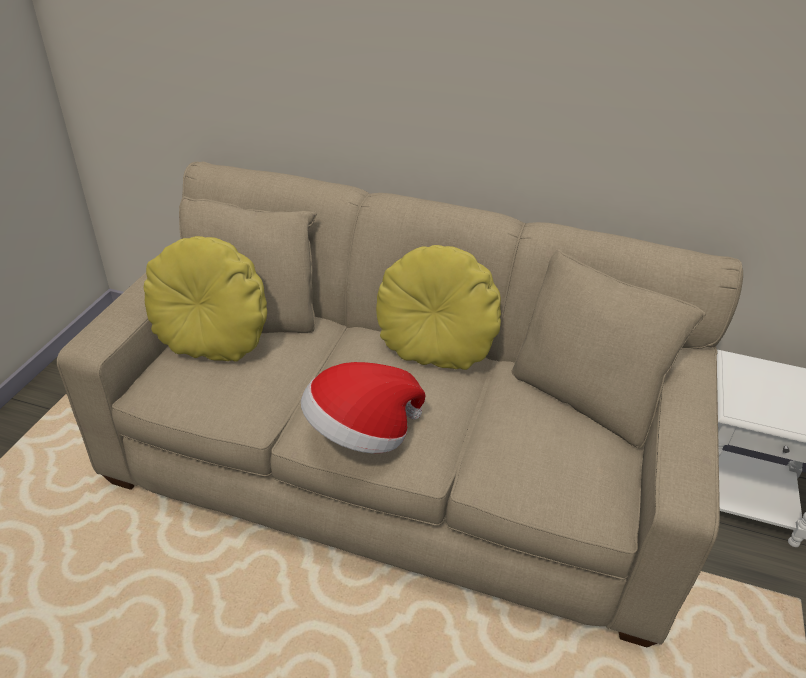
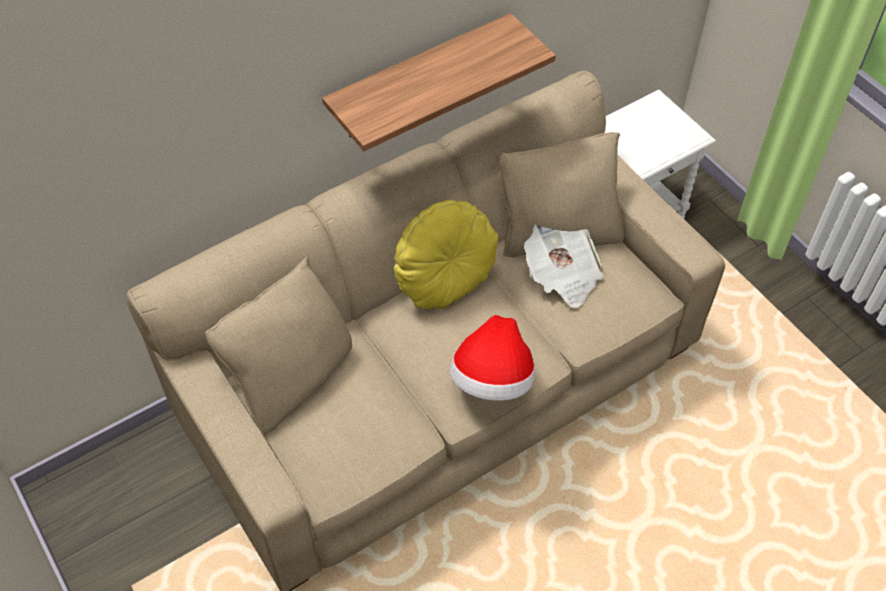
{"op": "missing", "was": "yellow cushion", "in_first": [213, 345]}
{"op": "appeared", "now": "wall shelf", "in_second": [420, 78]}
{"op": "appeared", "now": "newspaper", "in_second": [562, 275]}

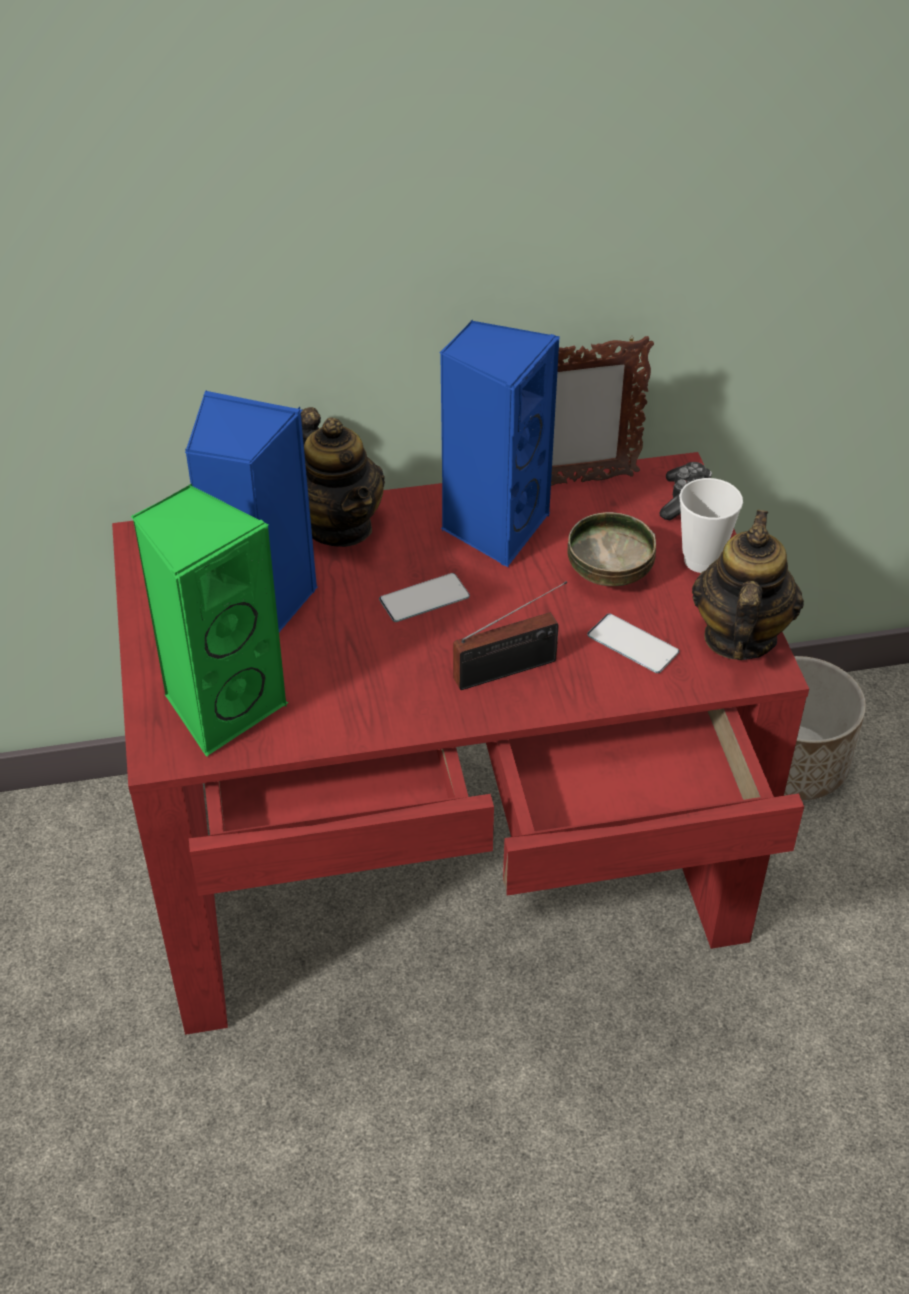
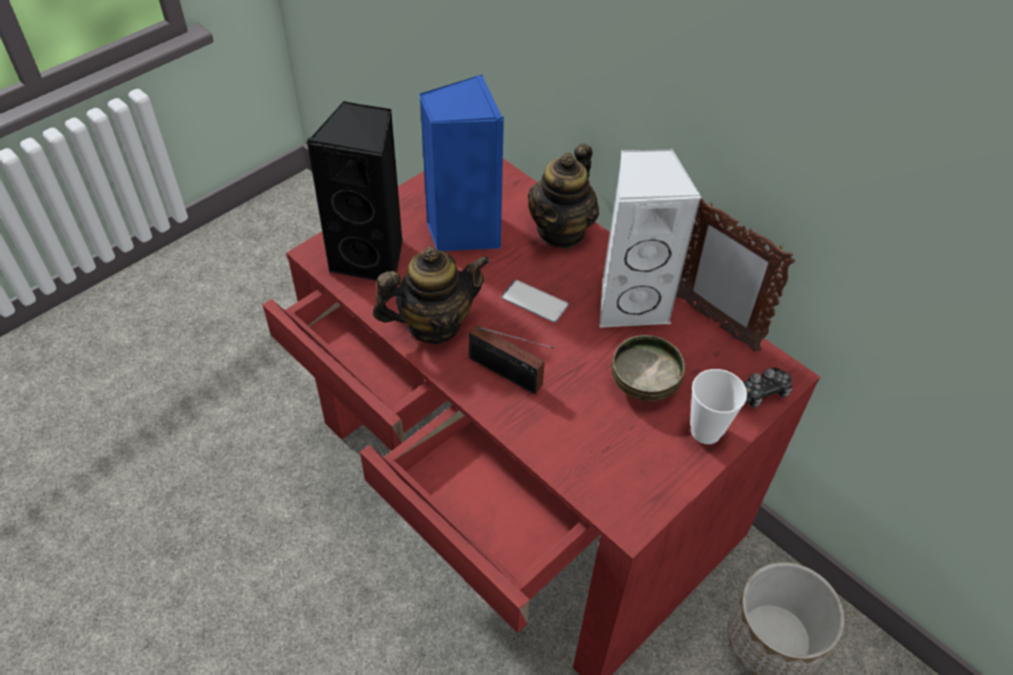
{"op": "missing", "was": "phone", "in_first": [632, 644]}
{"op": "relocated", "was": "teapot", "in_first": [739, 637], "in_second": [433, 324]}
{"op": "colour", "was": "green-coloured audio speaker", "now": "blackish audio speaker", "in_first": [221, 705], "in_second": [372, 257]}
{"op": "colour", "was": "blue-coloured audio speaker", "now": "white-coloured audio speaker", "in_first": [493, 527], "in_second": [630, 302]}

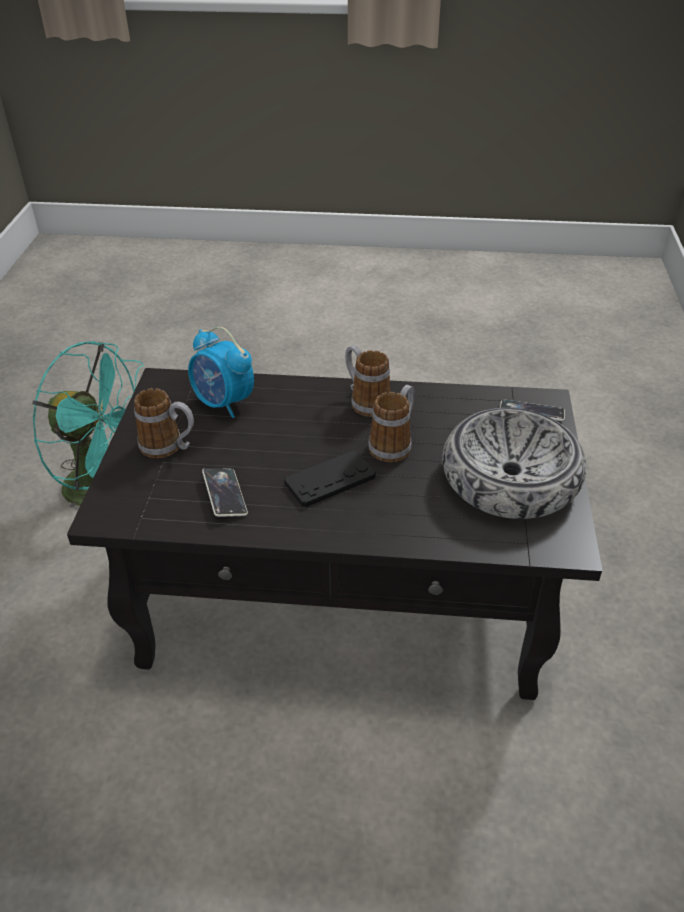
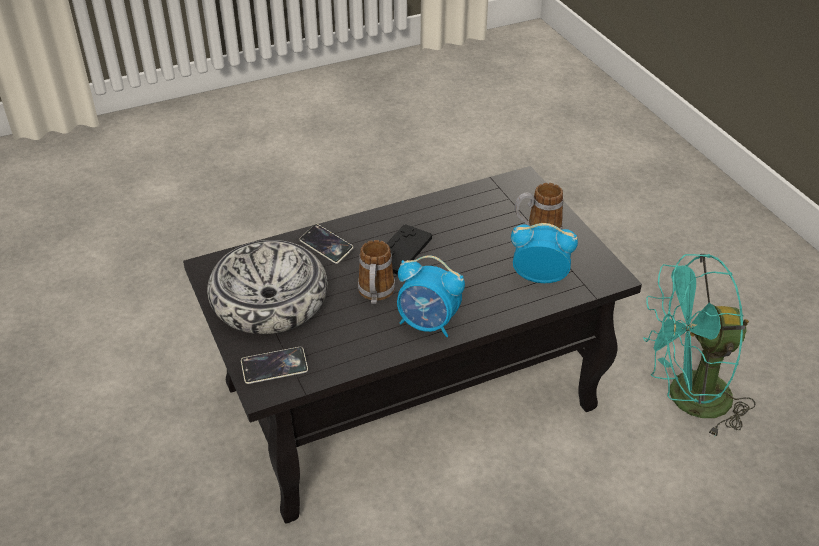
{"op": "relocated", "was": "phone", "in_first": [225, 495], "in_second": [326, 246]}
{"op": "exchanged", "was": "tea mug", "now": "bedside clock", "in_first": [365, 401], "in_second": [428, 324]}

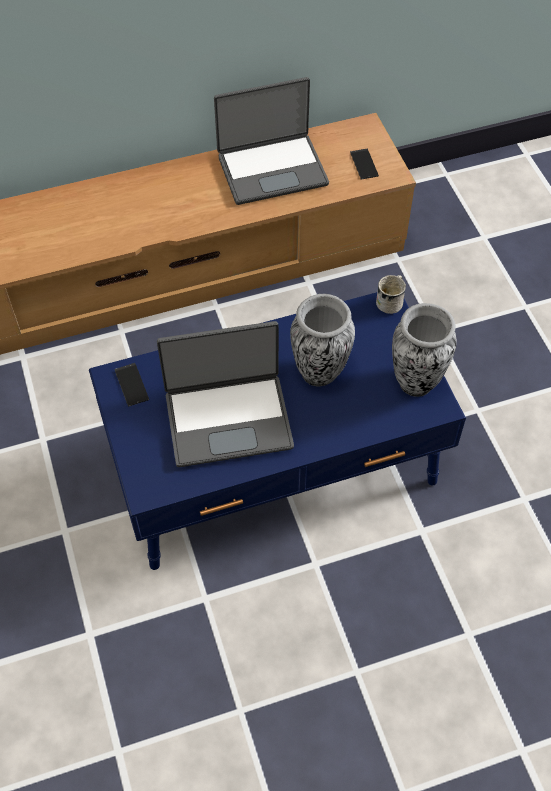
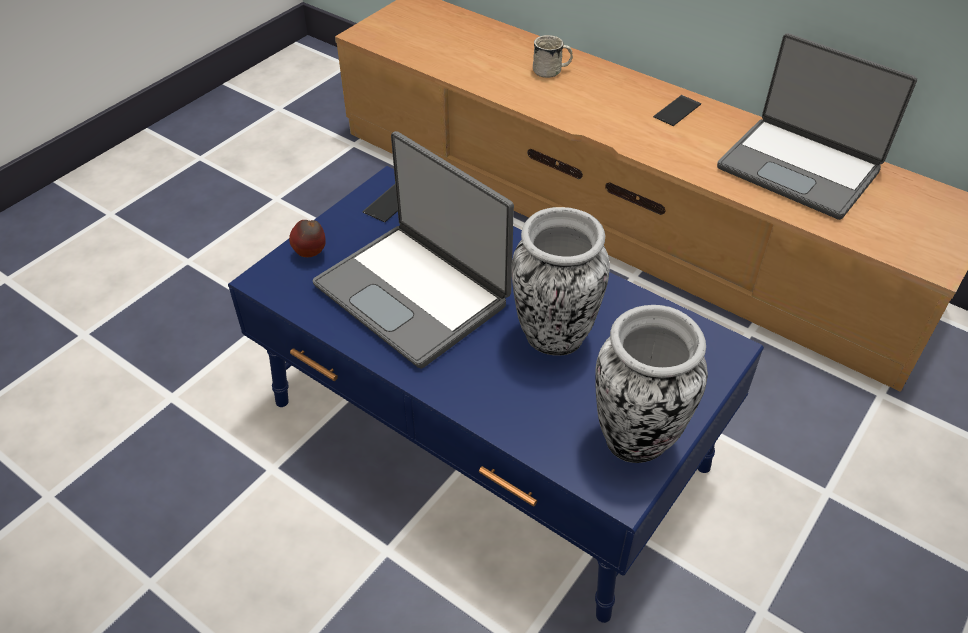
{"op": "appeared", "now": "apple", "in_second": [311, 254]}
{"op": "relocated", "was": "phone", "in_first": [364, 164], "in_second": [677, 111]}
{"op": "relocated", "was": "white-coloured tea mug", "in_first": [391, 301], "in_second": [552, 71]}

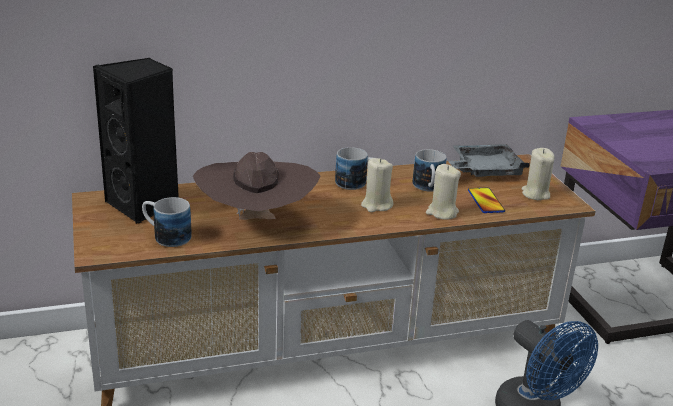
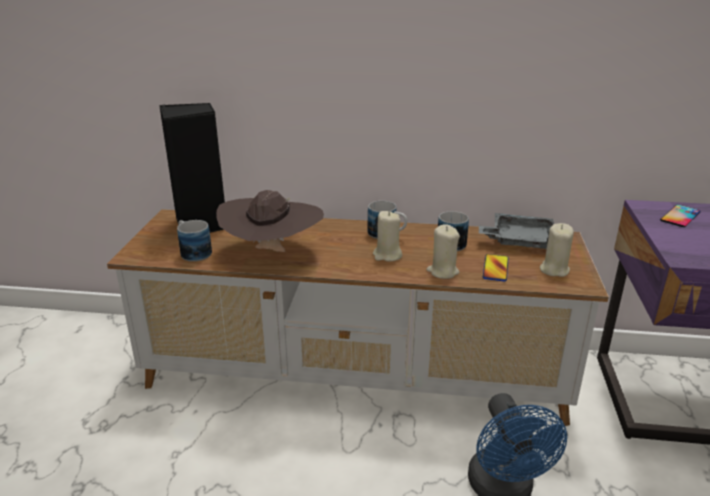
{"op": "appeared", "now": "phone", "in_second": [680, 216]}

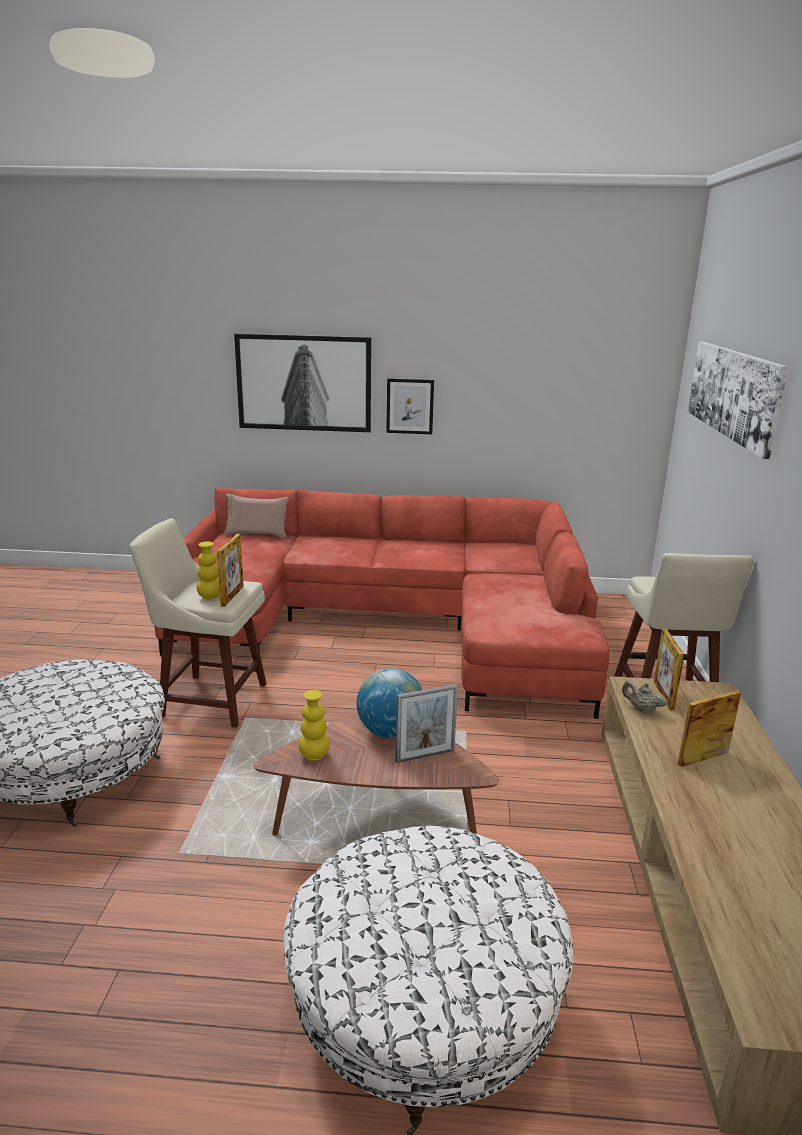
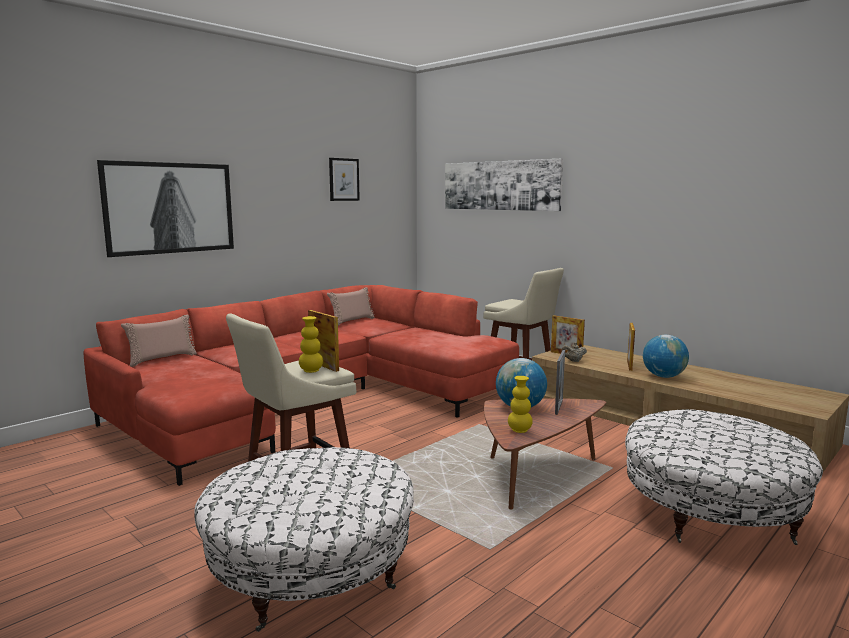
{"op": "appeared", "now": "beige-coloured cushion", "in_second": [352, 321]}
{"op": "appeared", "now": "desk globe", "in_second": [663, 376]}
{"op": "relocated", "was": "picture", "in_first": [410, 406], "in_second": [344, 179]}

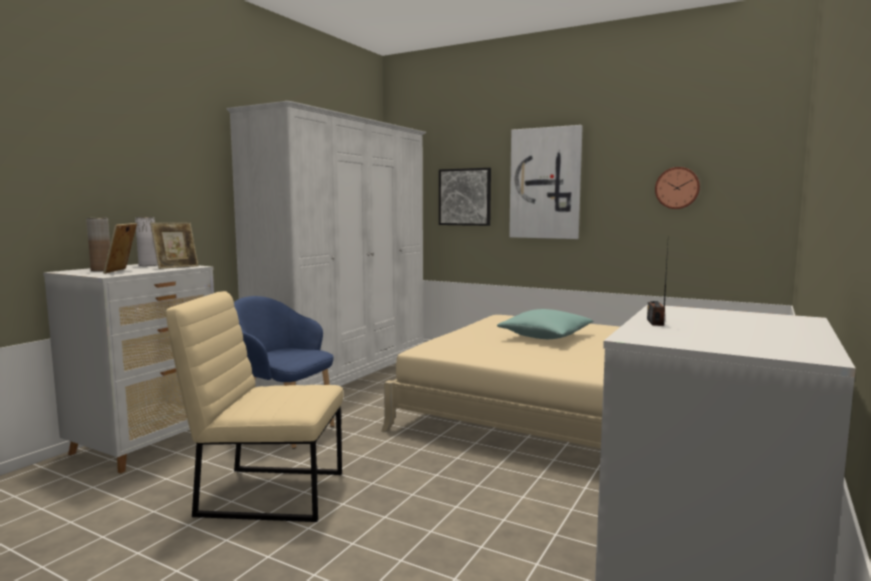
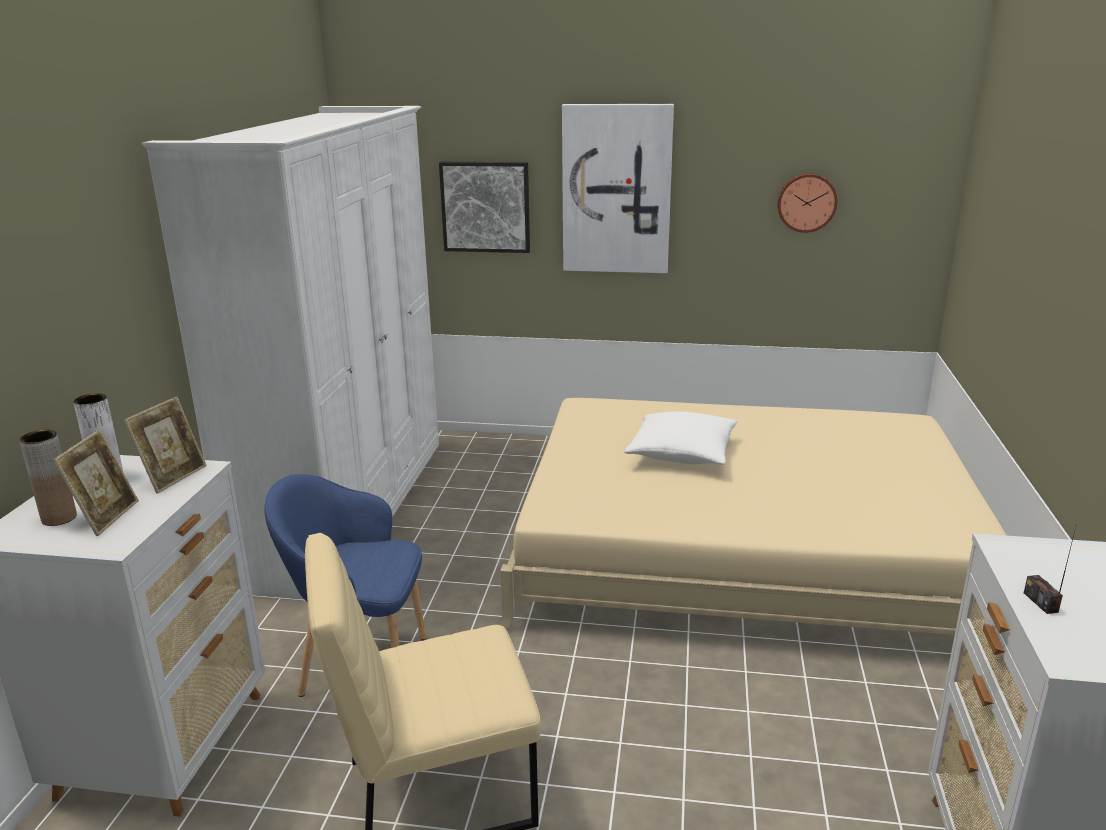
{"op": "colour", "was": "blue-green cushion", "now": "white-coloured cushion", "in_first": [545, 337], "in_second": [681, 454]}
{"op": "spun", "was": "picture frame", "in_first": [122, 271], "in_second": [106, 517], "clockwise": -150}

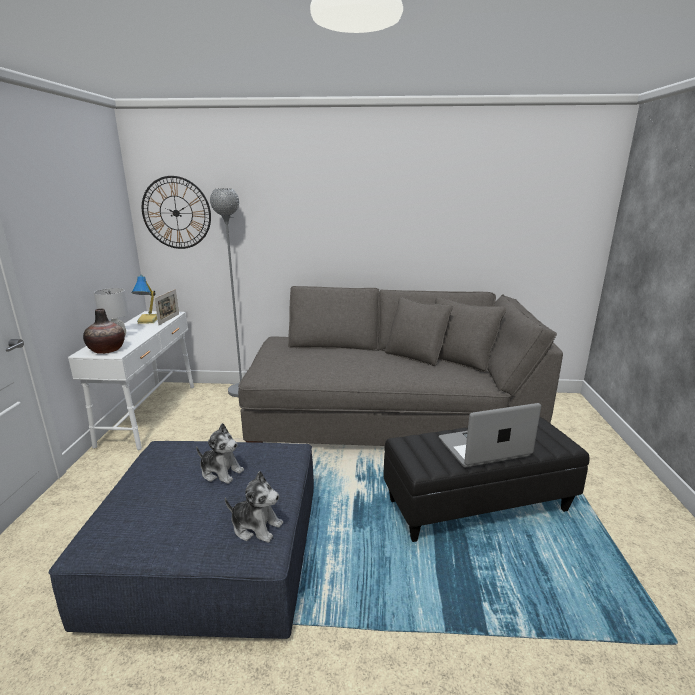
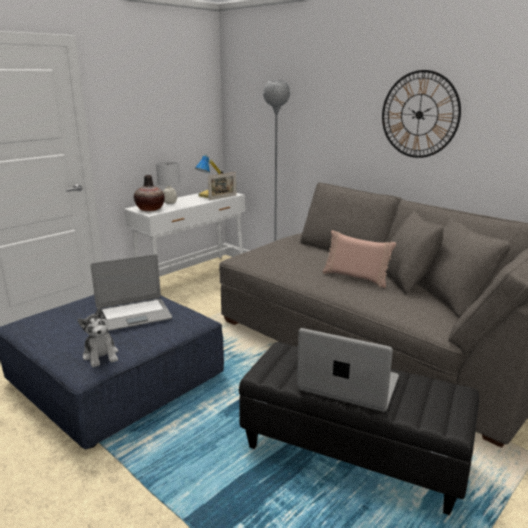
{"op": "appeared", "now": "beige-coloured cushion", "in_second": [356, 278]}
{"op": "relocated", "was": "clock on the wall", "in_first": [176, 213], "in_second": [419, 115]}
{"op": "exchanged", "was": "cuddly toy", "now": "notebook computer", "in_first": [221, 472], "in_second": [133, 315]}

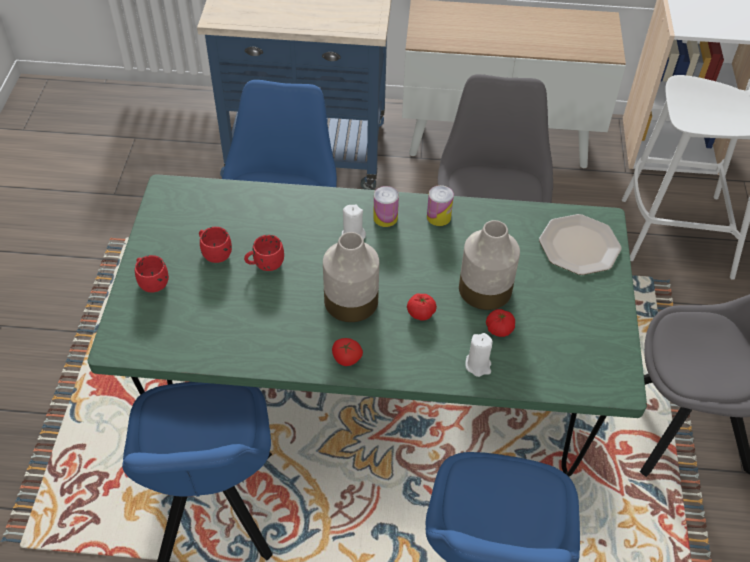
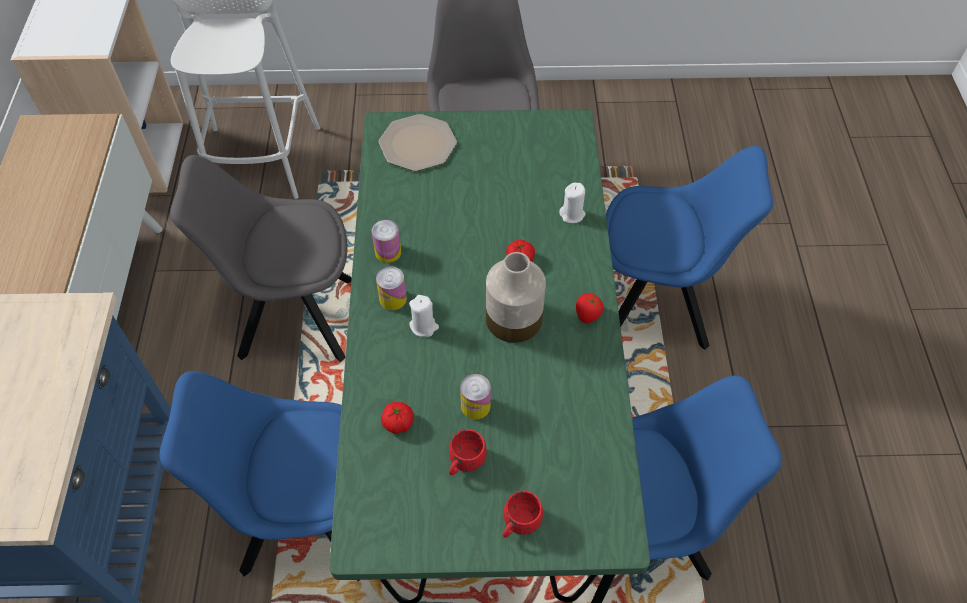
{"op": "missing", "was": "beige-coloured decorative vase", "in_first": [485, 288]}
{"op": "relocated", "was": "whole tomato", "in_first": [499, 329], "in_second": [398, 423]}
{"op": "exchanged", "was": "reddish tea mug", "now": "metal can", "in_first": [265, 264], "in_second": [475, 406]}

